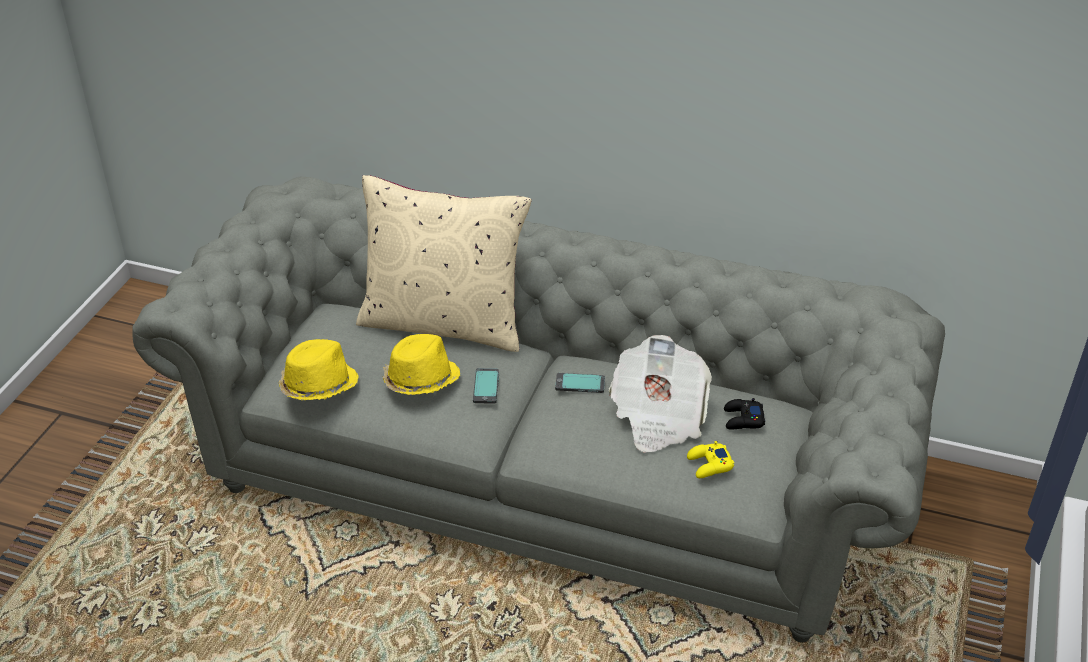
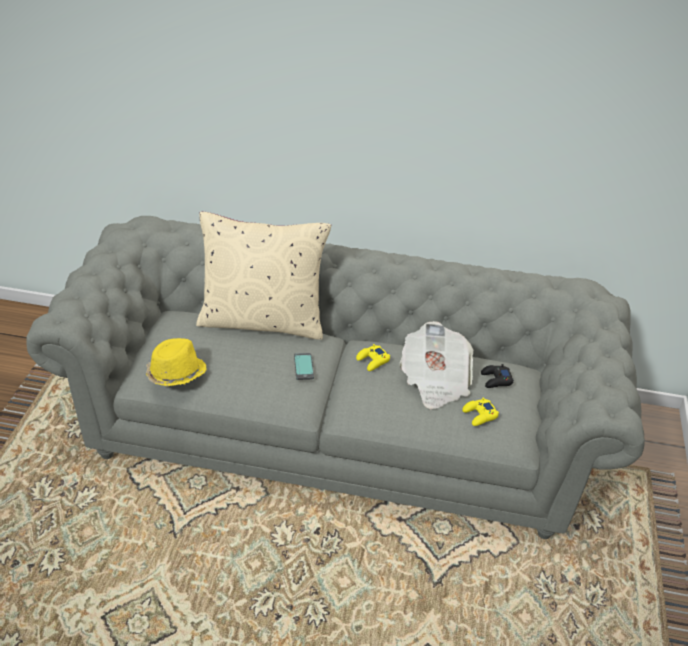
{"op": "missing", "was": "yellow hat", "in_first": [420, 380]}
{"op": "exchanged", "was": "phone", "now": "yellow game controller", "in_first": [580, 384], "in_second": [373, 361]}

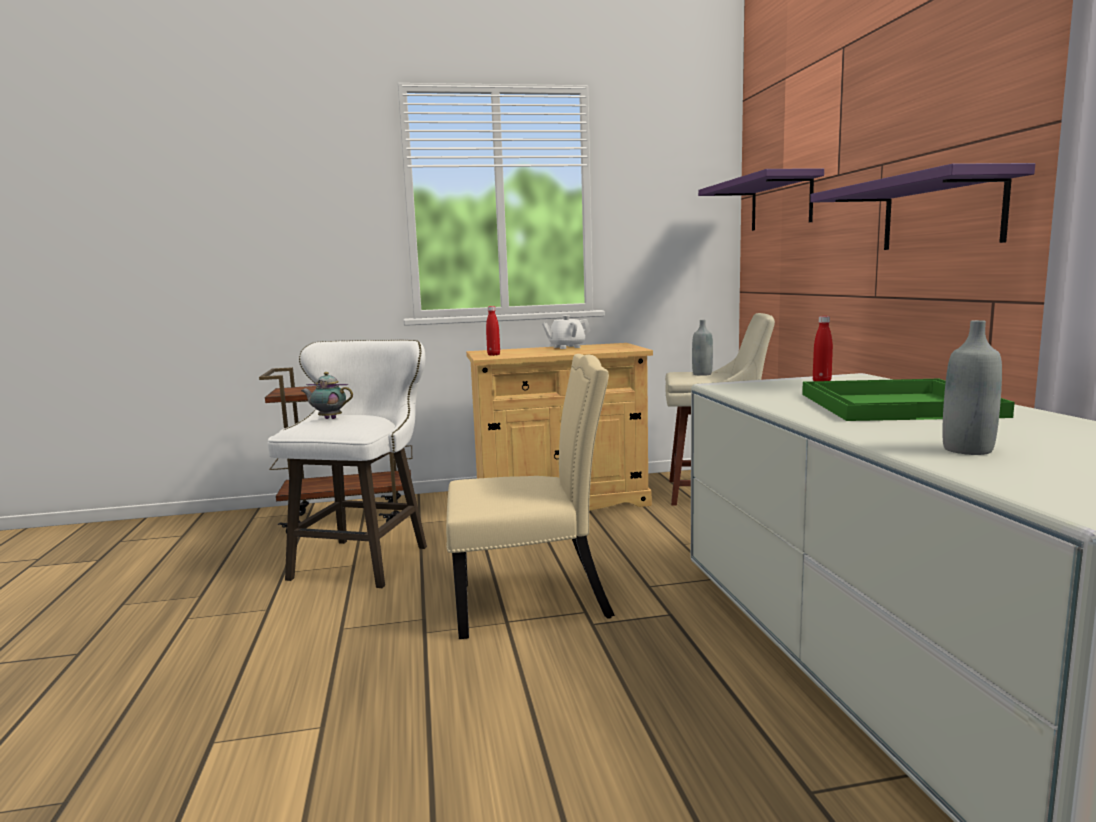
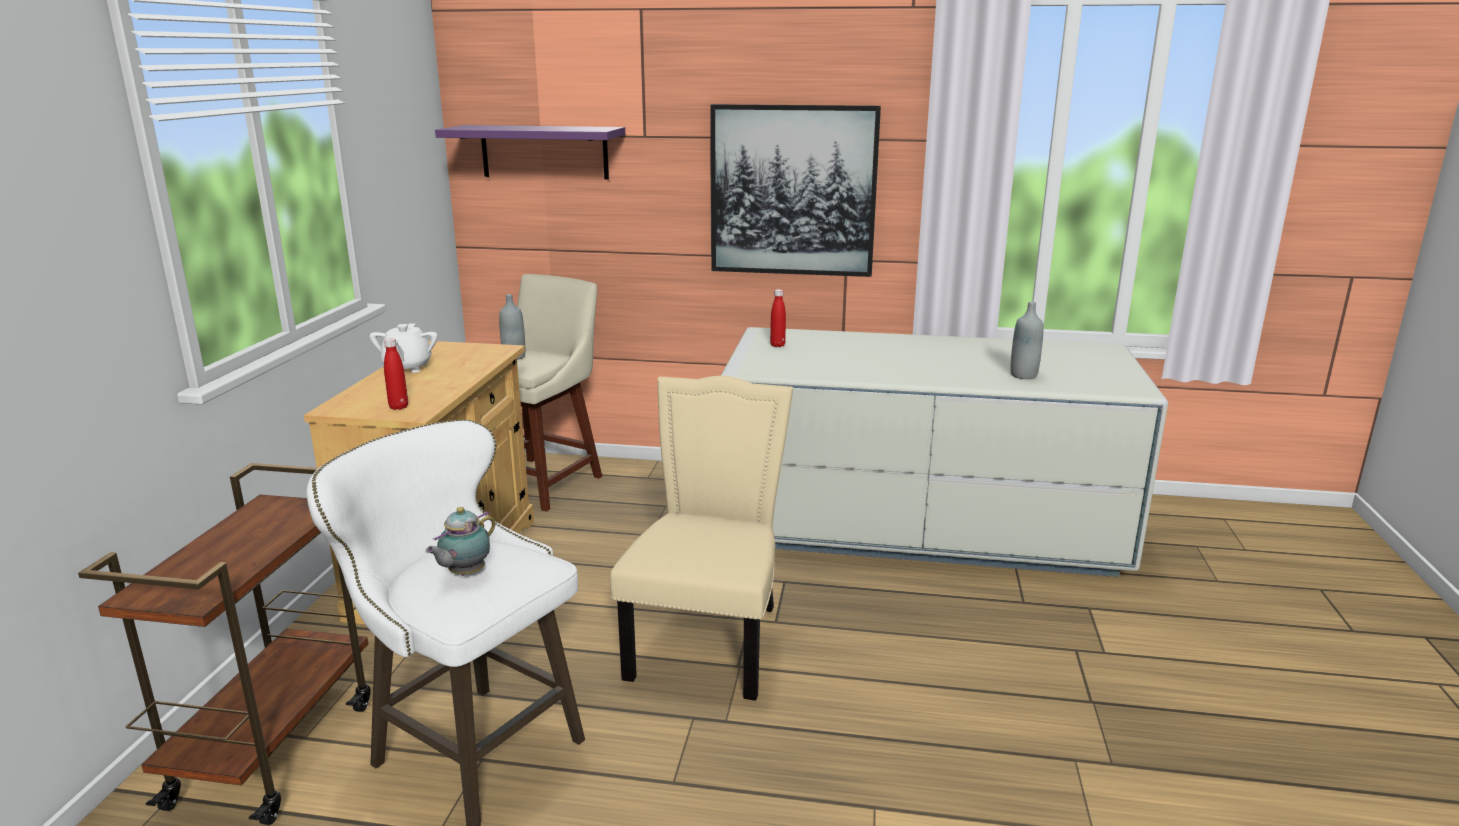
{"op": "missing", "was": "green-coloured serving tray", "in_first": [897, 404]}
{"op": "exchanged", "was": "purplish wall shelf", "now": "picture", "in_first": [941, 213], "in_second": [793, 191]}

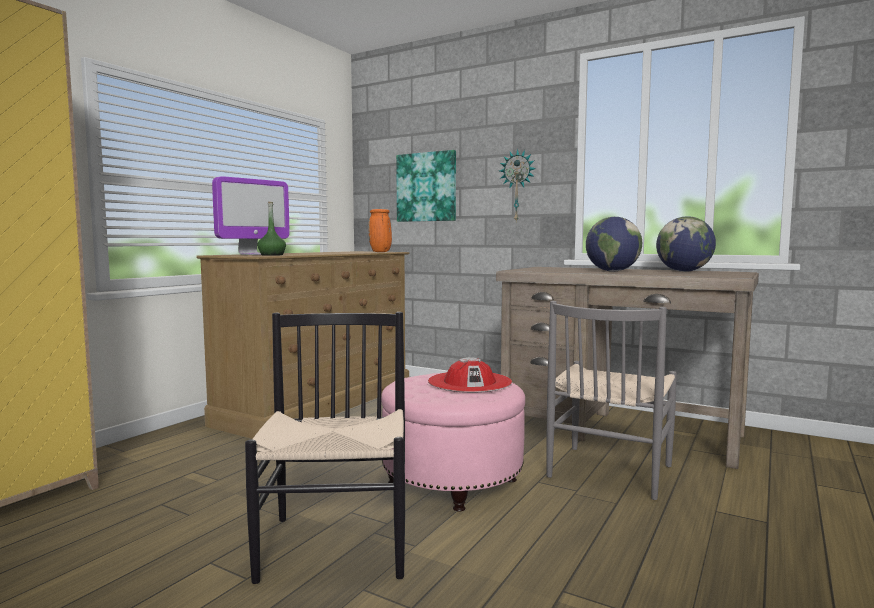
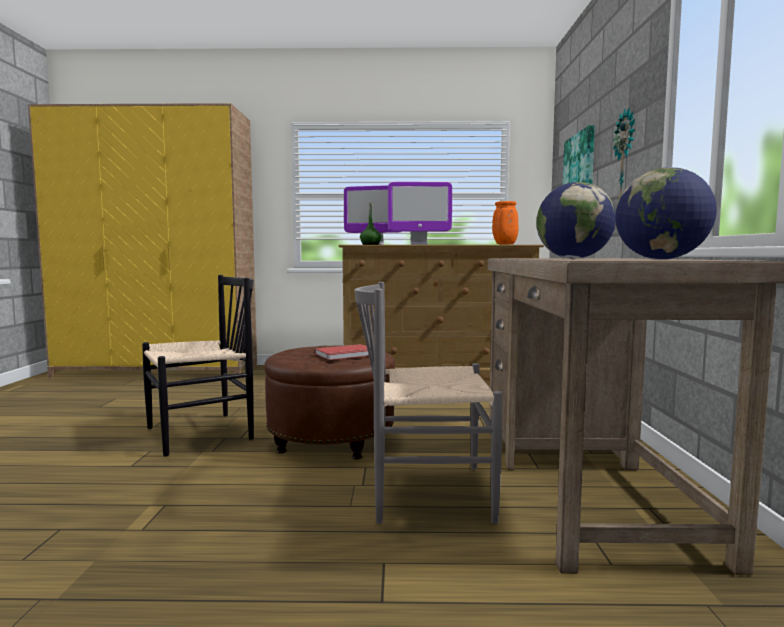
{"op": "appeared", "now": "computer display", "in_second": [419, 244]}
{"op": "exchanged", "was": "reddish hat", "now": "reddish volume", "in_first": [469, 382], "in_second": [347, 355]}
{"op": "colour", "was": "pink pouffe", "now": "brownish pouffe", "in_first": [452, 481], "in_second": [331, 440]}

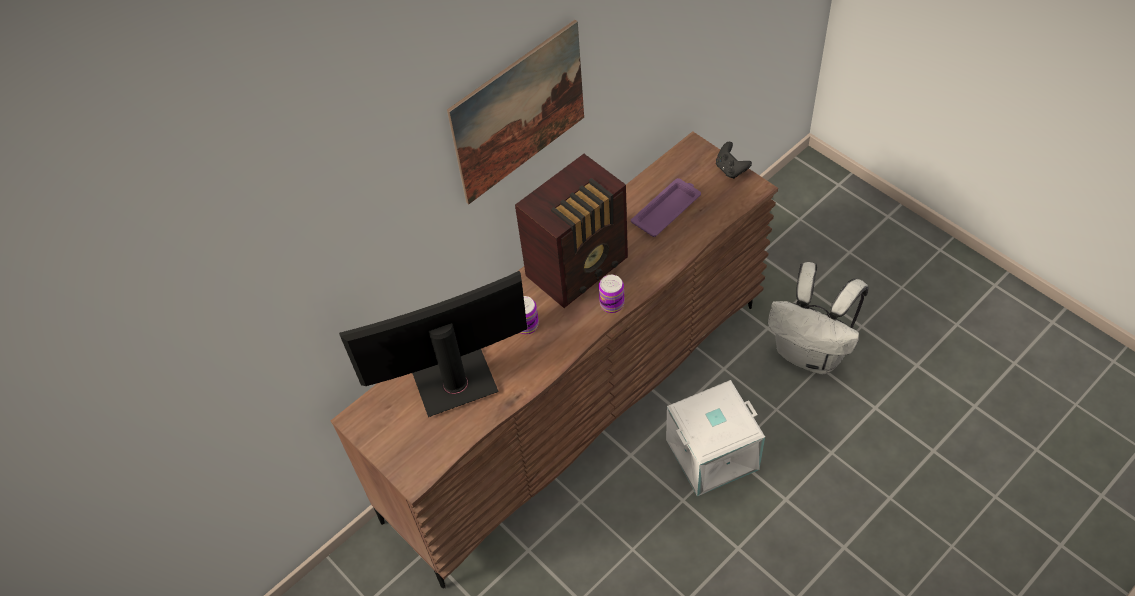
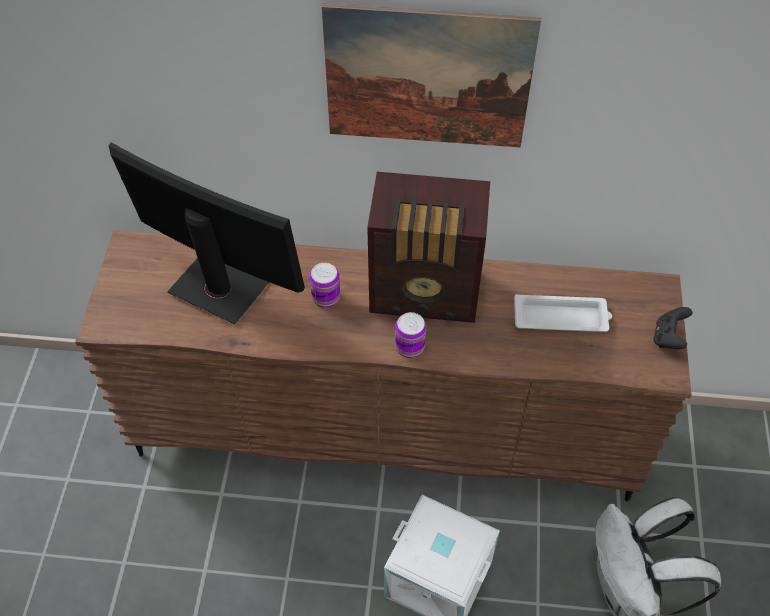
{"op": "colour", "was": "purplish serving tray", "now": "white-coloured serving tray", "in_first": [667, 210], "in_second": [562, 318]}

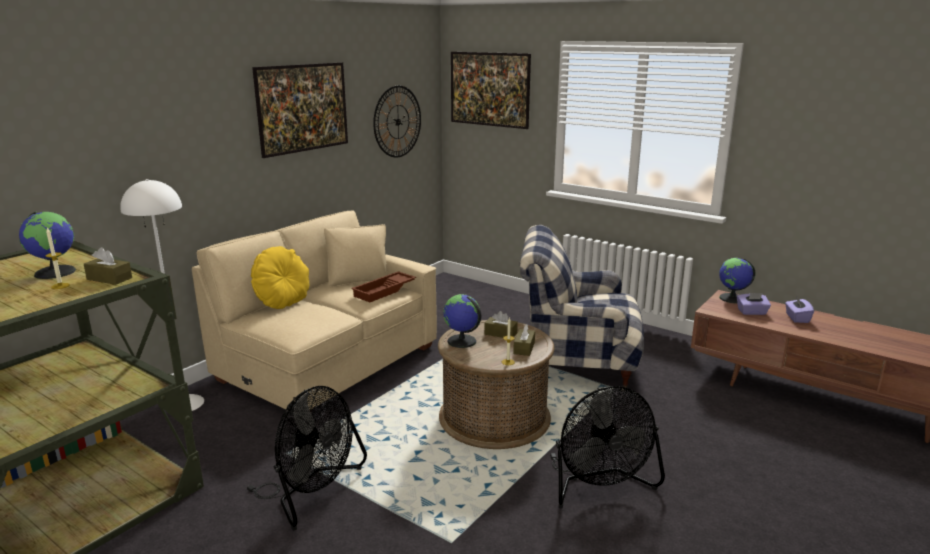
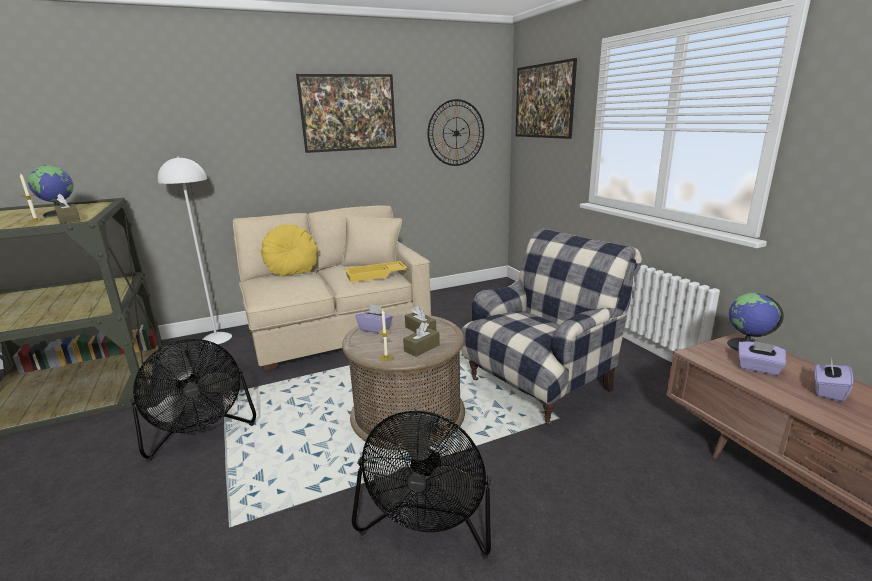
{"op": "exchanged", "was": "desk globe", "now": "purplish tissue box", "in_first": [461, 341], "in_second": [375, 329]}
{"op": "colour", "was": "brownish serving tray", "now": "yellow serving tray", "in_first": [385, 291], "in_second": [375, 275]}
{"op": "spun", "was": "lounge chair", "in_first": [576, 366], "in_second": [541, 384], "clockwise": 105}

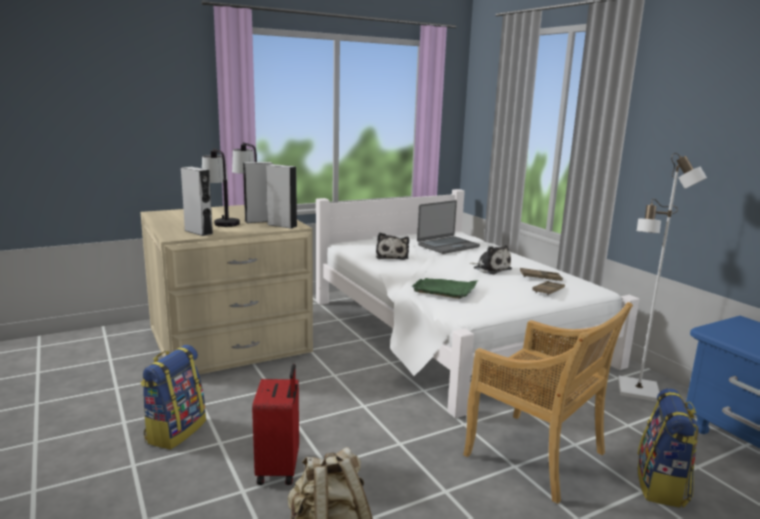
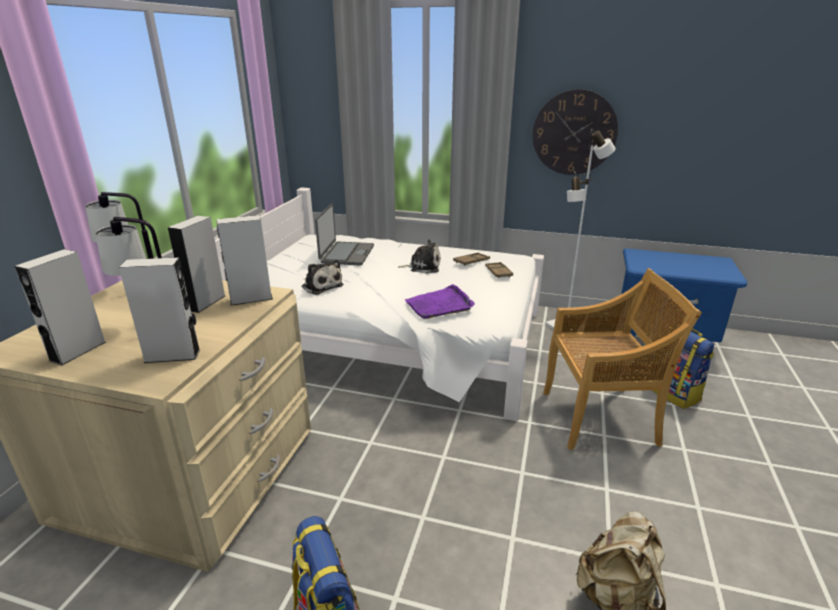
{"op": "missing", "was": "reddish travel case", "in_first": [279, 469]}
{"op": "appeared", "now": "gray audio speaker", "in_second": [78, 351]}
{"op": "appeared", "now": "clock on the wall", "in_second": [574, 133]}
{"op": "colour", "was": "green-coloured serving tray", "now": "purplish serving tray", "in_first": [445, 289], "in_second": [439, 305]}

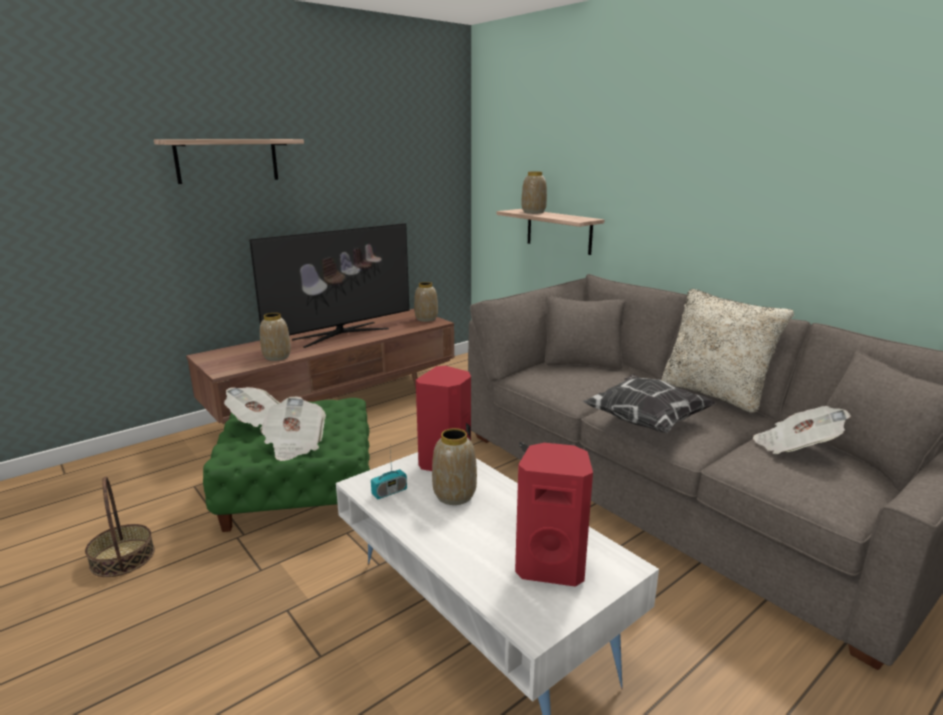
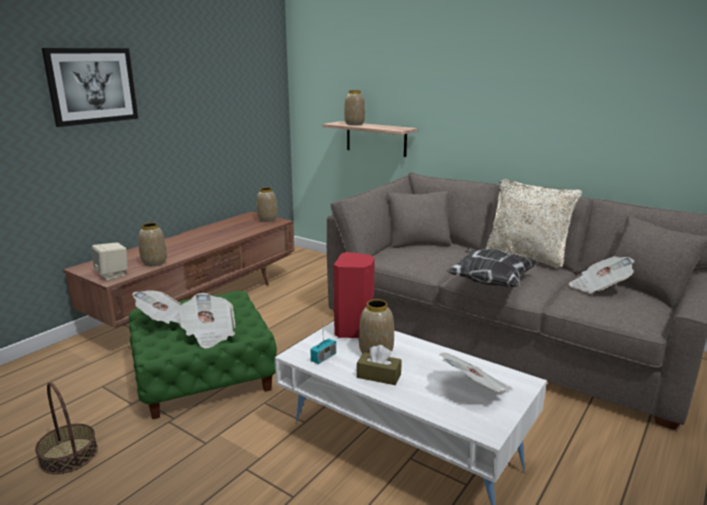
{"op": "missing", "was": "television", "in_first": [340, 334]}
{"op": "appeared", "now": "beige-coloured audio speaker", "in_second": [113, 275]}
{"op": "appeared", "now": "brownish tissue box", "in_second": [378, 376]}
{"op": "exchanged", "was": "wall shelf", "now": "picture", "in_first": [227, 160], "in_second": [92, 86]}
{"op": "exchanged", "was": "reddish audio speaker", "now": "newspaper", "in_first": [551, 566], "in_second": [475, 390]}

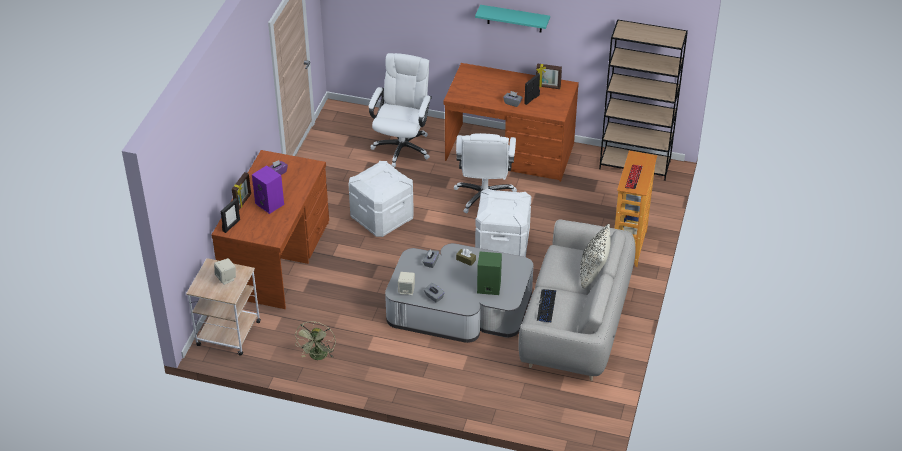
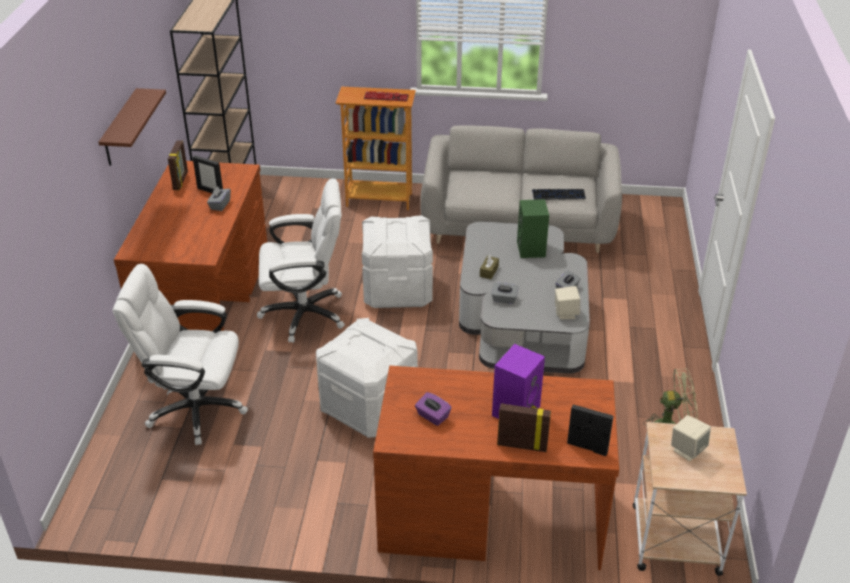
{"op": "missing", "was": "beige-coloured cushion", "in_first": [593, 274]}
{"op": "colour", "was": "blue-green wall shelf", "now": "brownish wall shelf", "in_first": [514, 18], "in_second": [120, 128]}

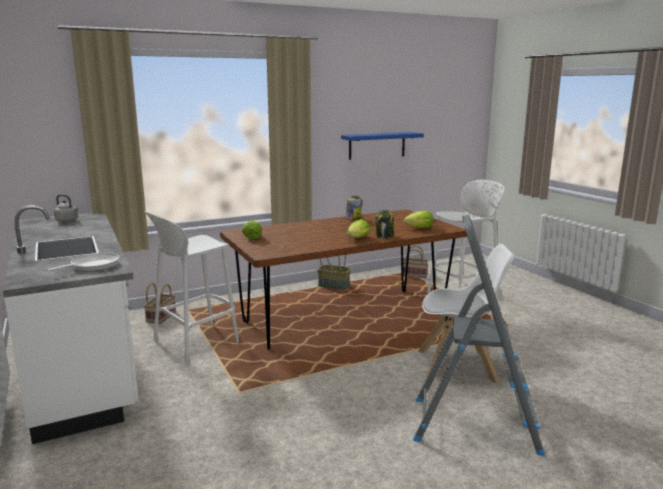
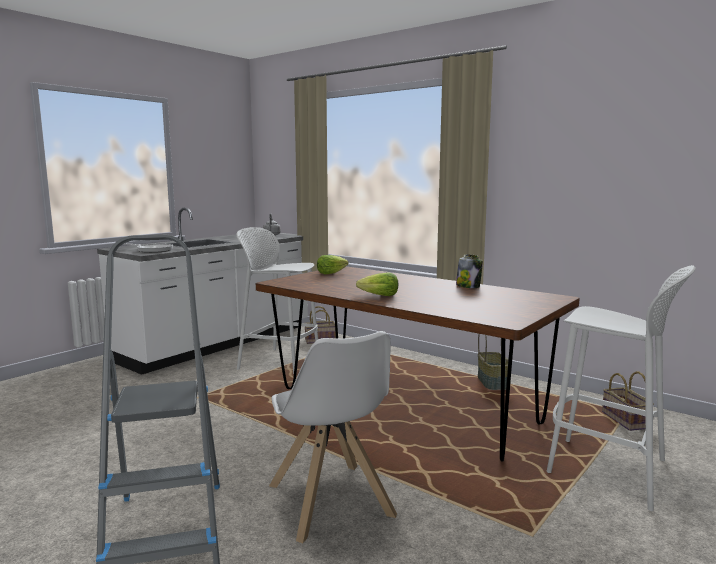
{"op": "missing", "was": "blue-coloured wall shelf", "in_first": [377, 145]}
{"op": "missing", "was": "jar", "in_first": [384, 236]}
{"op": "missing", "was": "head of lettuce", "in_first": [419, 228]}

